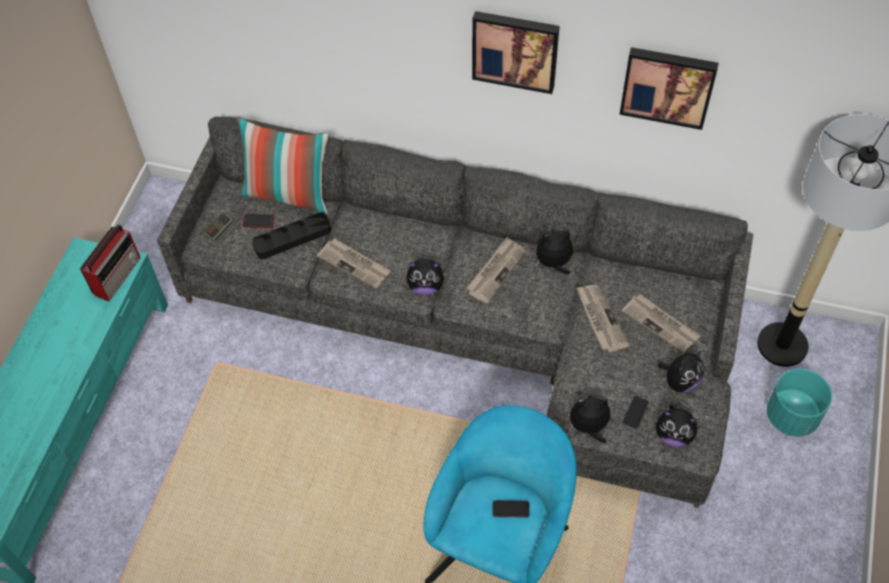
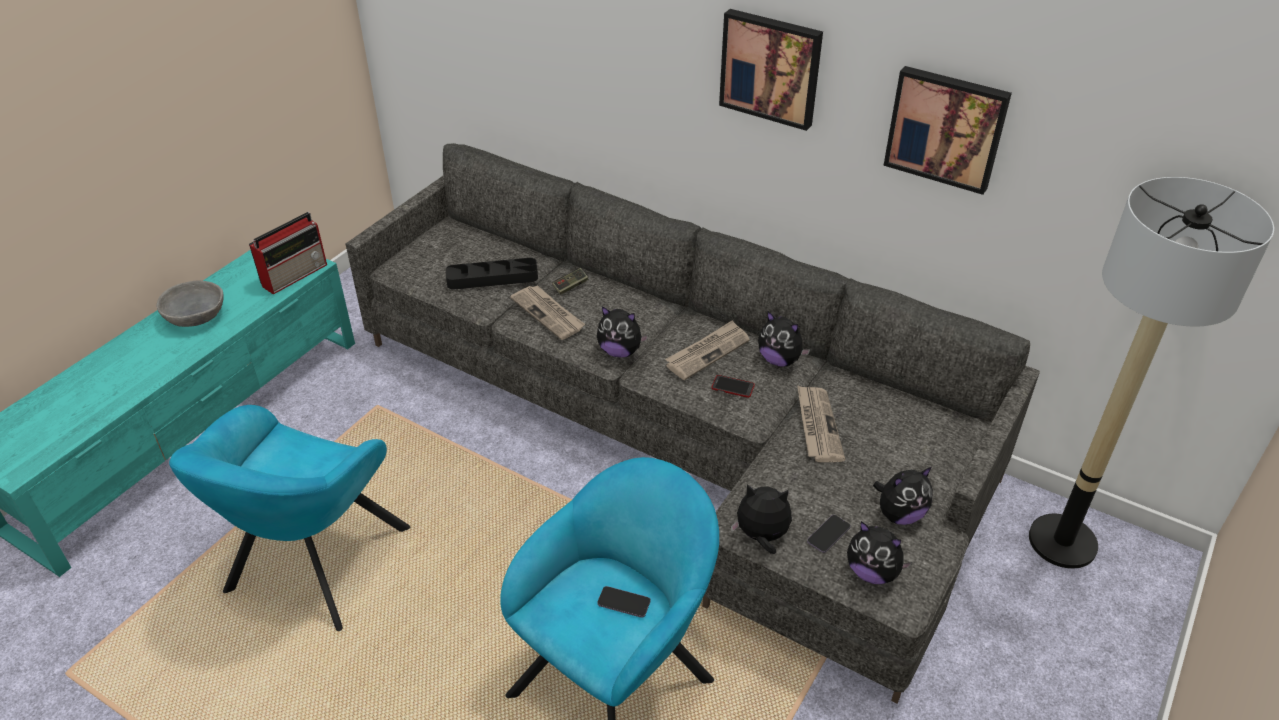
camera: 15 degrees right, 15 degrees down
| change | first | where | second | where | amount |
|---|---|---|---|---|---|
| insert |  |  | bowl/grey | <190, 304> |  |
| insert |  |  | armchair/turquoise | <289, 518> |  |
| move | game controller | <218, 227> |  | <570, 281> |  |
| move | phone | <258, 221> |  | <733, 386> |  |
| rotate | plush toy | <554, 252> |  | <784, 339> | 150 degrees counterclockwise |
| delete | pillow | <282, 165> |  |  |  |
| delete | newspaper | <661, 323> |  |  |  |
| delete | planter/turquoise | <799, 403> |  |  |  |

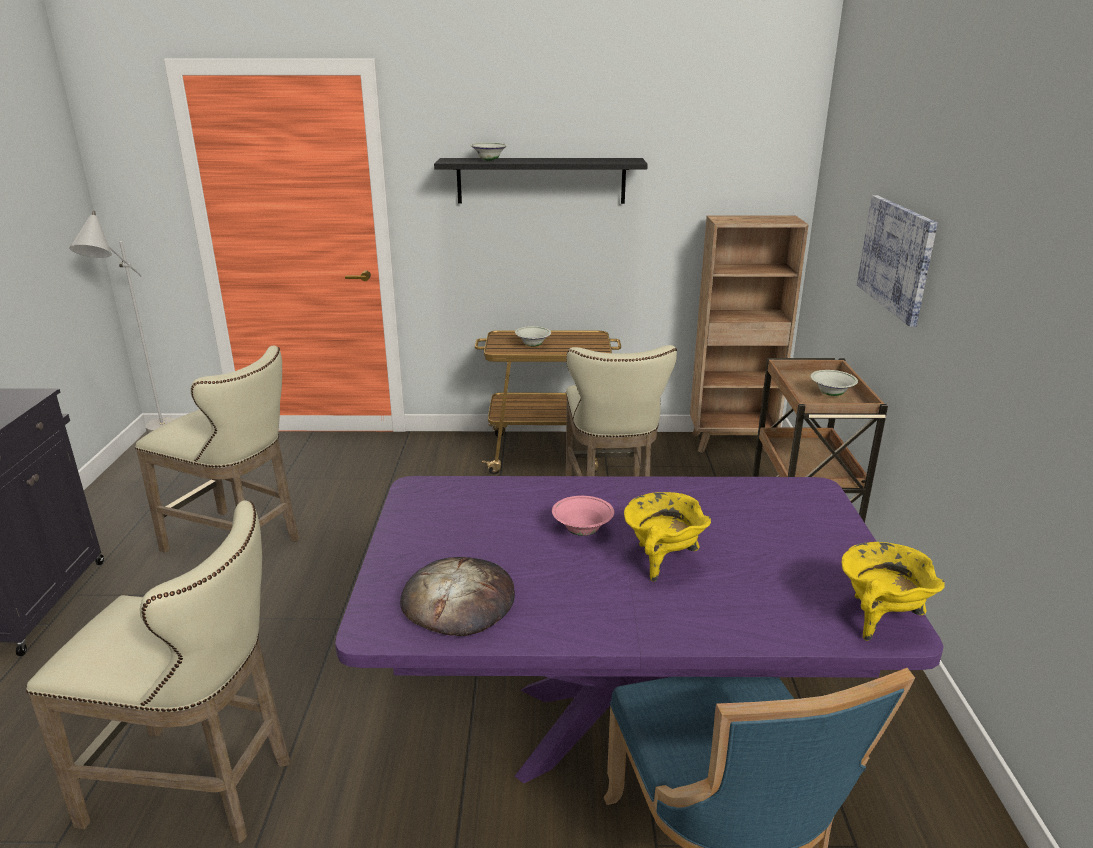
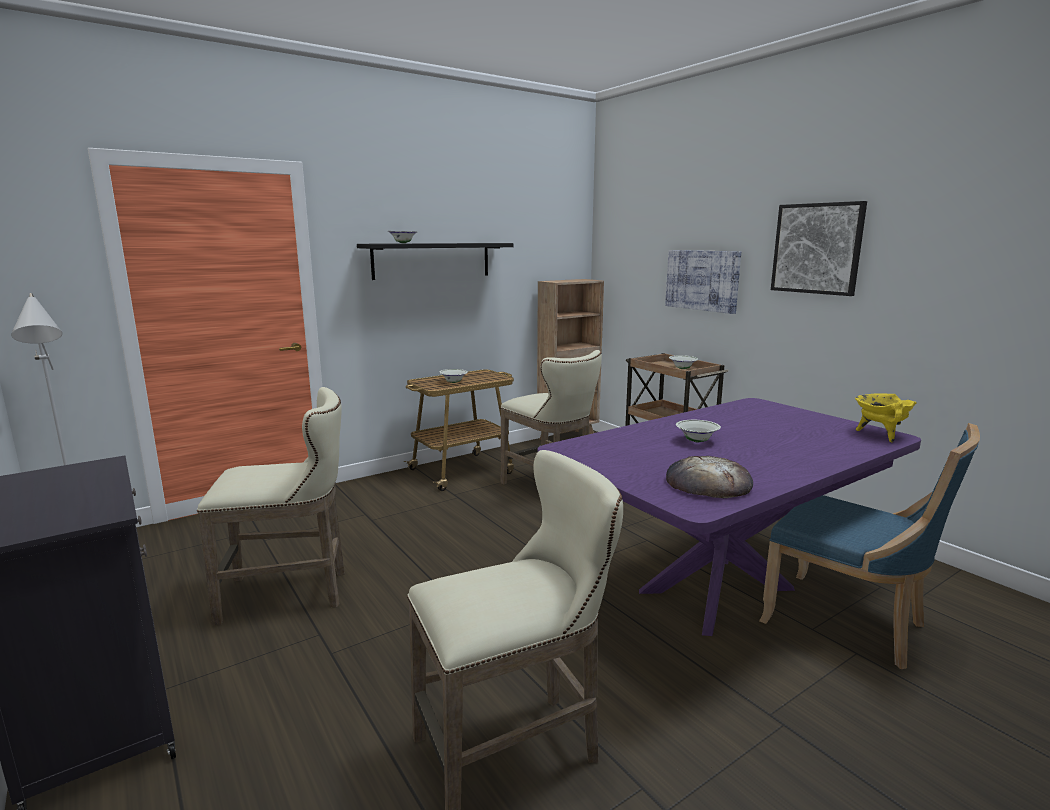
camera: 35 degrees left, 10 degrees down
| change | first | where | second | where | amount |
|---|---|---|---|---|---|
| recolor | bowl/pink | <583, 516> | bowl/white | <698, 431> |  |
| insert |  |  | picture | <819, 248> |  |
| delete | cooking pot/yellow | <667, 537> |  |  |  |

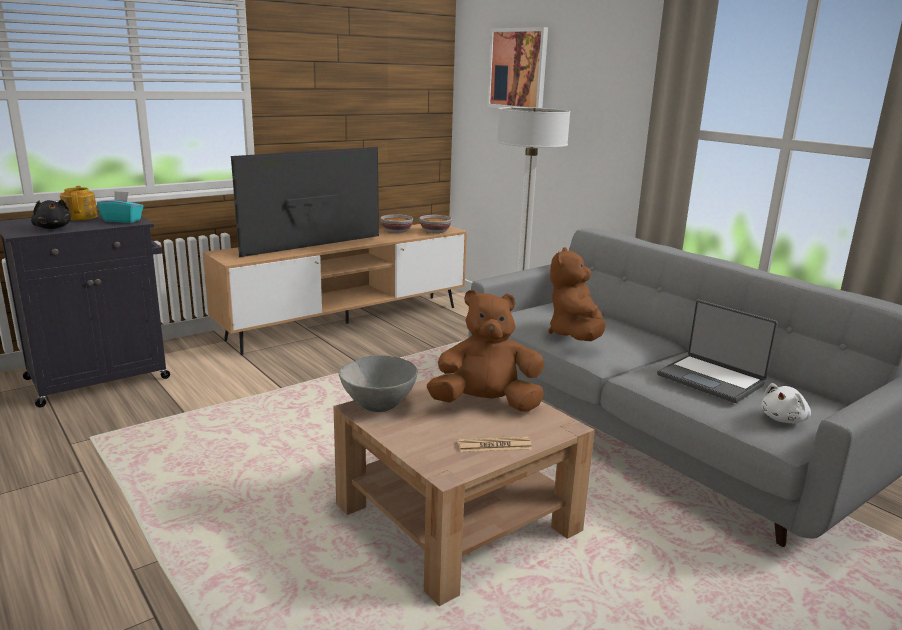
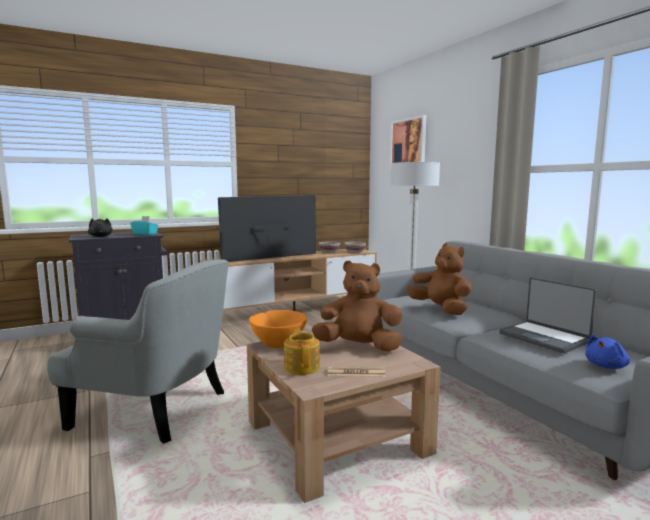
camera: 10 degrees right, 10 degrees down
| change | first | where | second | where | amount |
|---|---|---|---|---|---|
| insert |  |  | armchair/grey | <138, 352> |  |
| recolor | bowl/grey | <378, 383> | bowl/orange | <278, 329> |  |
| move | teapot | <79, 203> |  | <302, 352> |  |
| rotate | plush toy/brown | <577, 294> |  | <439, 279> | 120 degrees clockwise |
| recolor | plush toy/white | <786, 403> | plush toy/blue | <607, 351> |  |

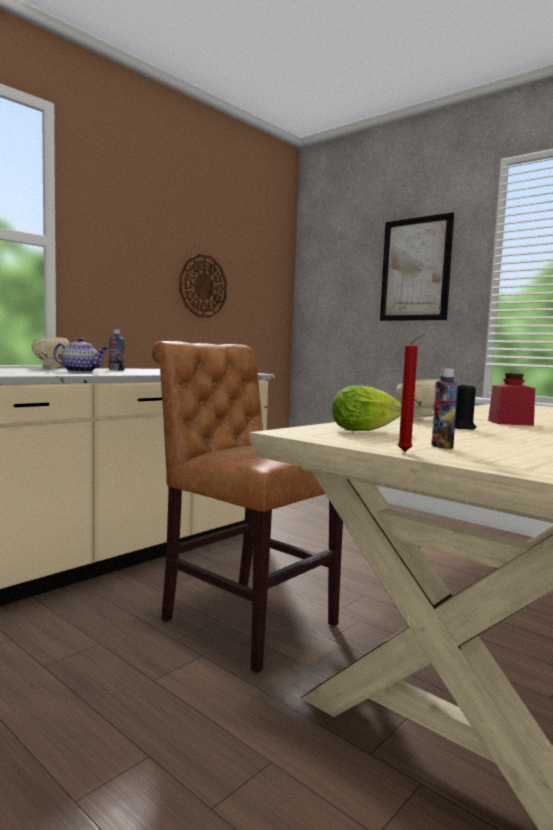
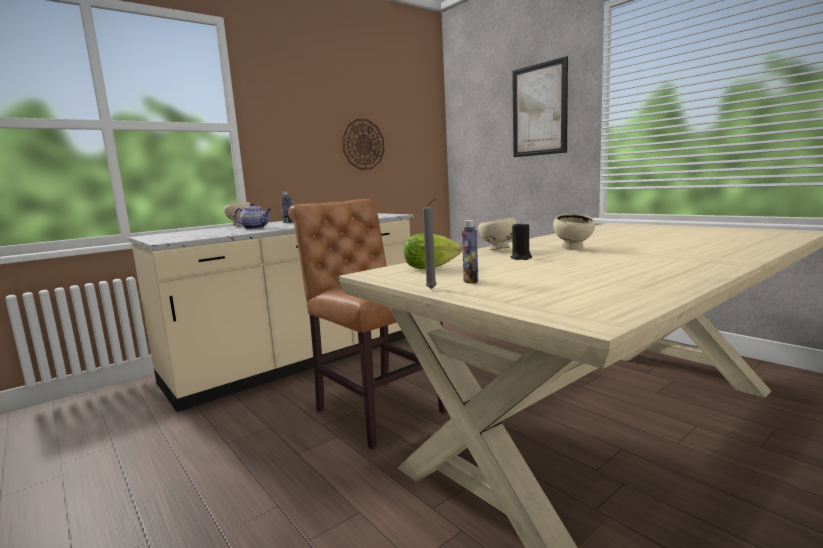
camera: 10 degrees right, 5 degrees up
| change | first | where | second | where | amount |
|---|---|---|---|---|---|
| recolor | candle/red | <411, 393> | candle/grey | <430, 243> |  |
| replace | jar/red | <511, 399> | bowl/beige | <574, 232> |  |

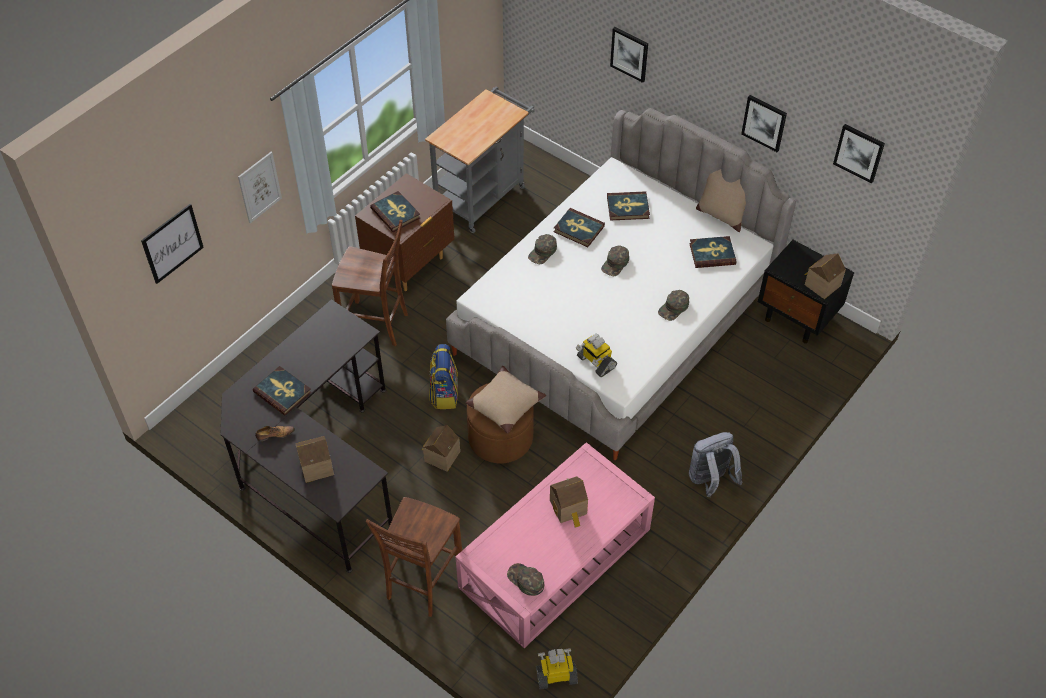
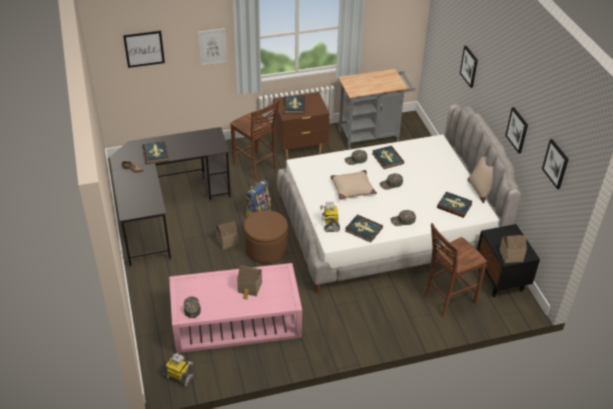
camera: 35 degrees right, 10 degrees down
| change | first | where | second | where | amount |
|---|---|---|---|---|---|
| move | pillow/beige | <506, 400> |  | <353, 185> |  |
| move | book | <628, 206> |  | <364, 228> |  |
| move | chair/brown | <413, 557> |  | <455, 270> |  |
| delete | toy house | <314, 459> |  |  |  |
| delete | backpack/grey | <716, 464> |  |  |  |

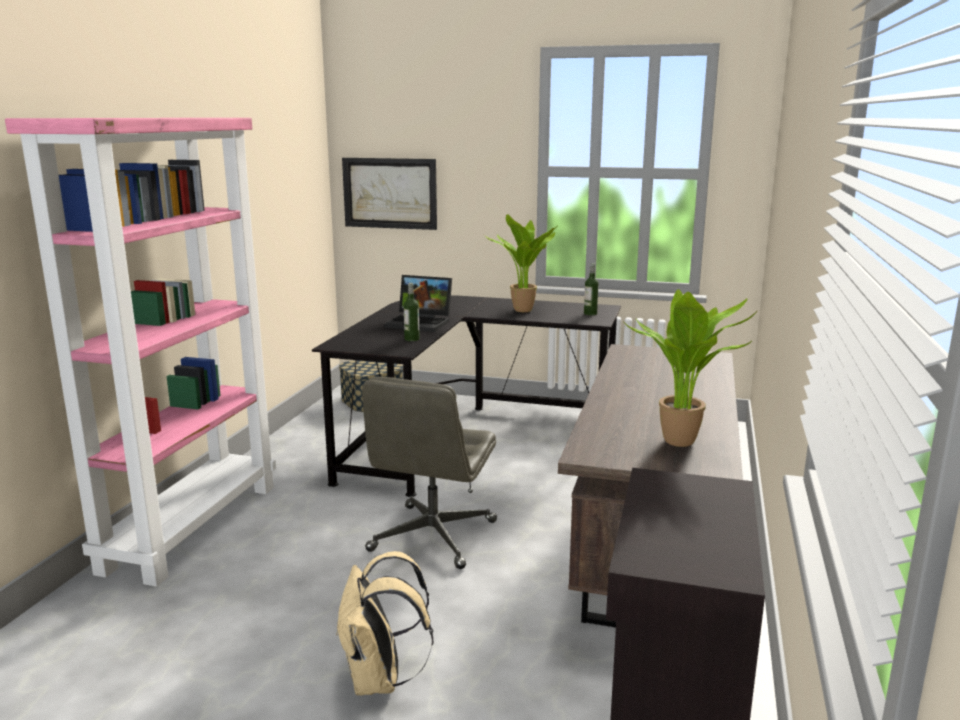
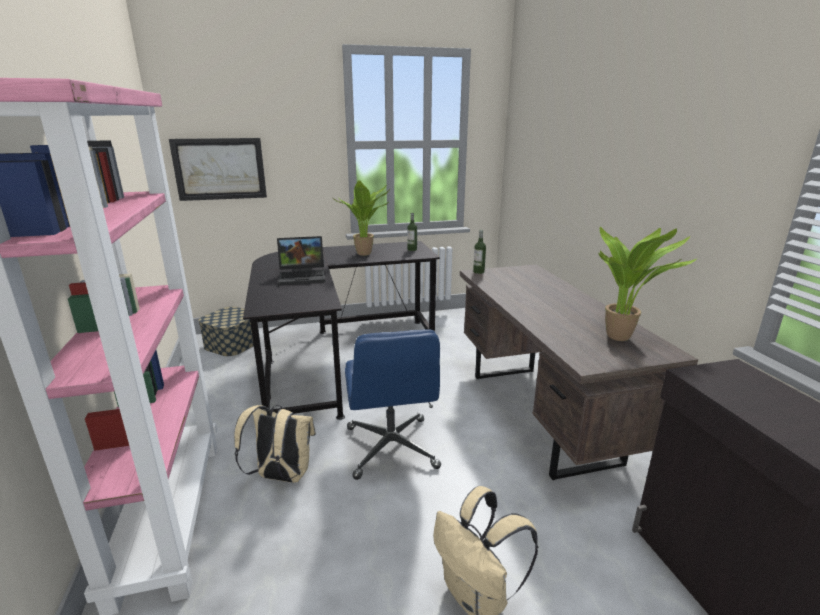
camera: 30 degrees left, 5 degrees up
| change | first | where | second | where | amount |
|---|---|---|---|---|---|
| insert |  |  | backpack/beige | <275, 444> |  |
| recolor | office chair/grey | <429, 473> | office chair/blue | <393, 404> |  |
| move | bottle | <412, 312> |  | <479, 252> |  |

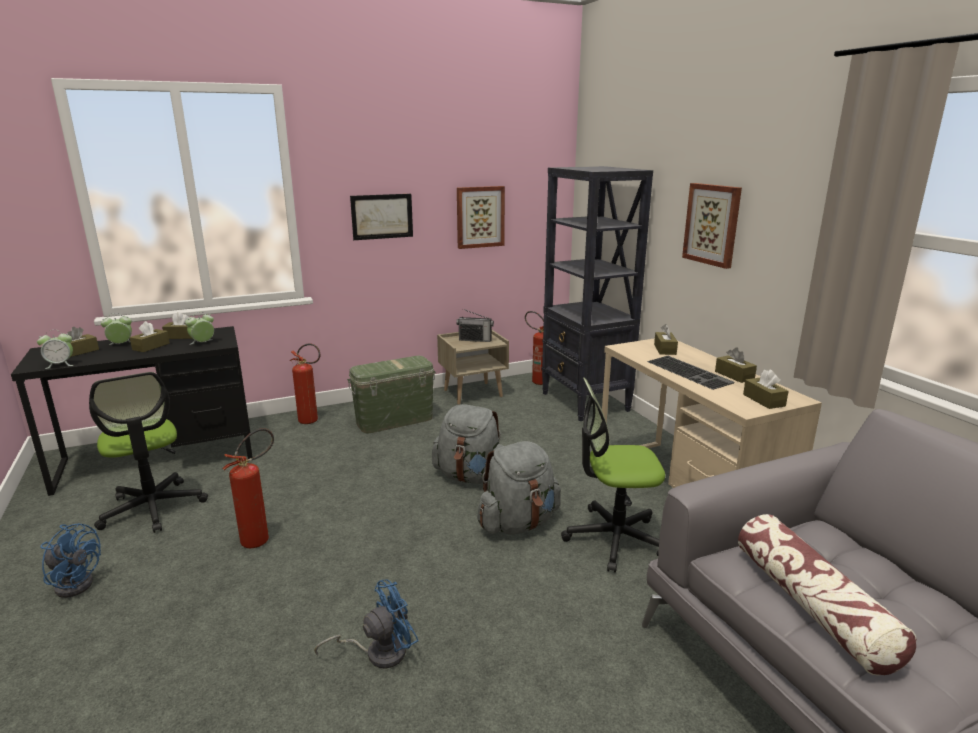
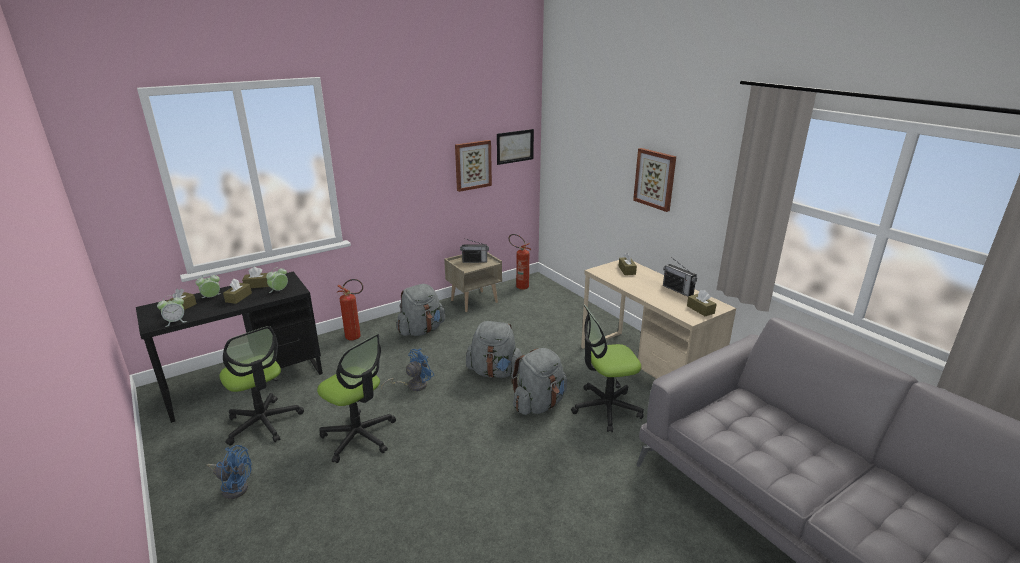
camera: 10 degrees left, 5 degrees up
| change | first | where | second | where | amount |
|---|---|---|---|---|---|
| replace | fire extinguisher | <248, 488> | office chair | <356, 398> |  |
| move | fan/blue | <366, 624> |  | <407, 370> |  |
| replace | storage box/green | <391, 394> | backpack/grey | <421, 310> |  |
| move | picture | <381, 217> |  | <515, 147> |  |
| replace | tissue box/brown | <736, 365> | radio | <680, 277> |  |
| delete | bookcase/black | <597, 293> |  |  |  |
| delete | keyboard | <691, 373> |  |  |  |
| delete | pillow | <827, 594> |  |  |  |

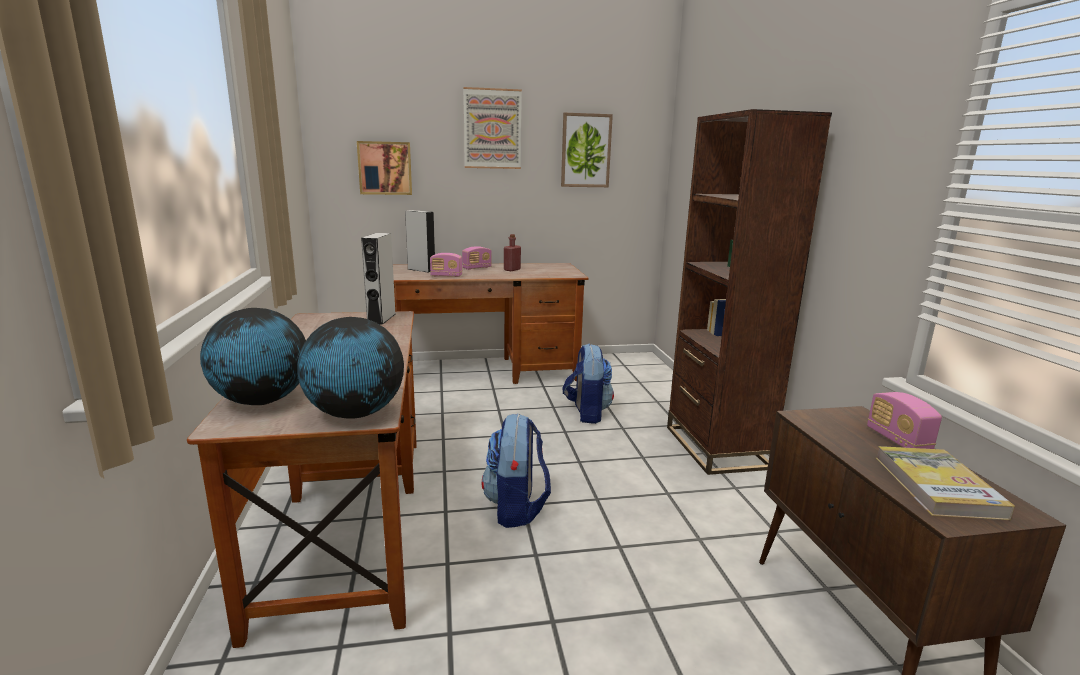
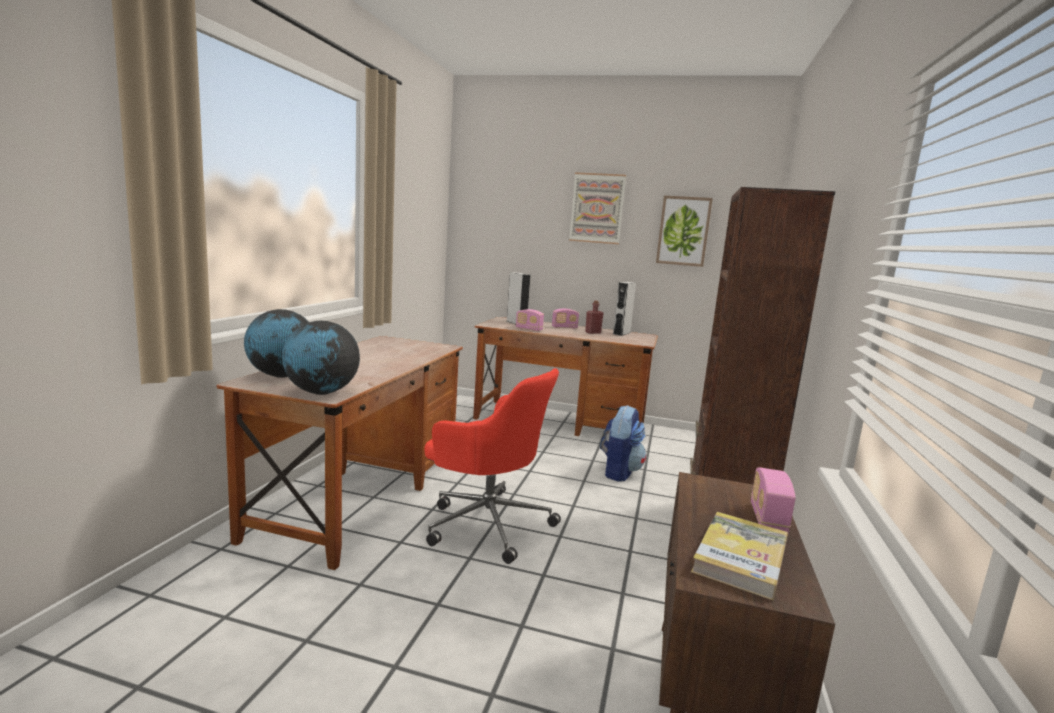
camera: 25 degrees right, 5 degrees down
| change | first | where | second | where | amount |
|---|---|---|---|---|---|
| replace | backpack | <516, 470> | office chair/red | <493, 466> |  |
| move | speaker/grey | <378, 279> |  | <624, 309> |  |
| delete | picture | <384, 168> |  |  |  |

